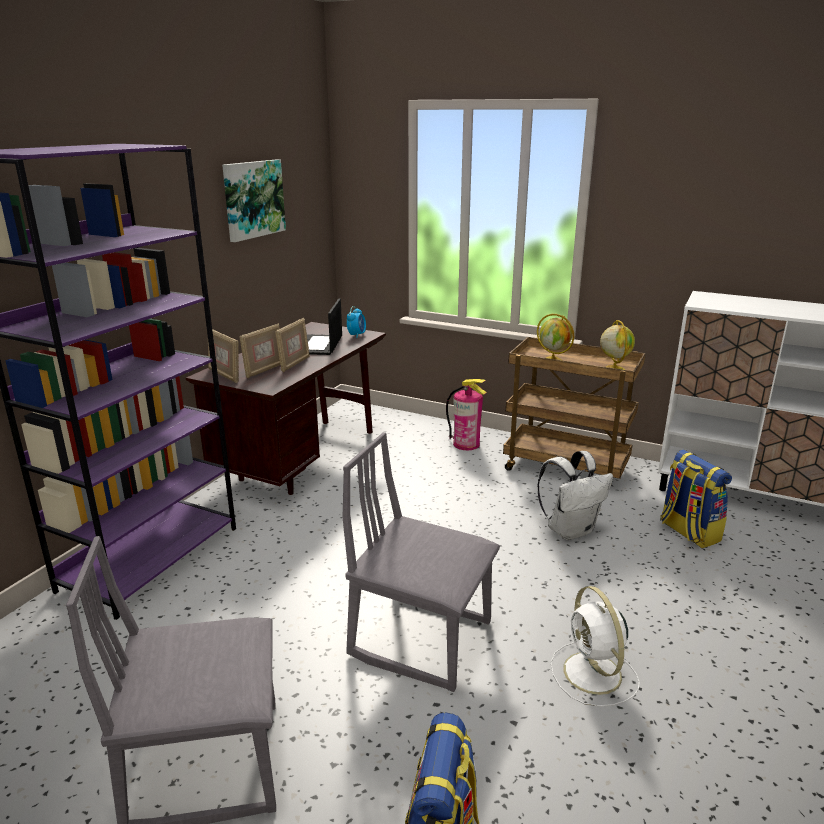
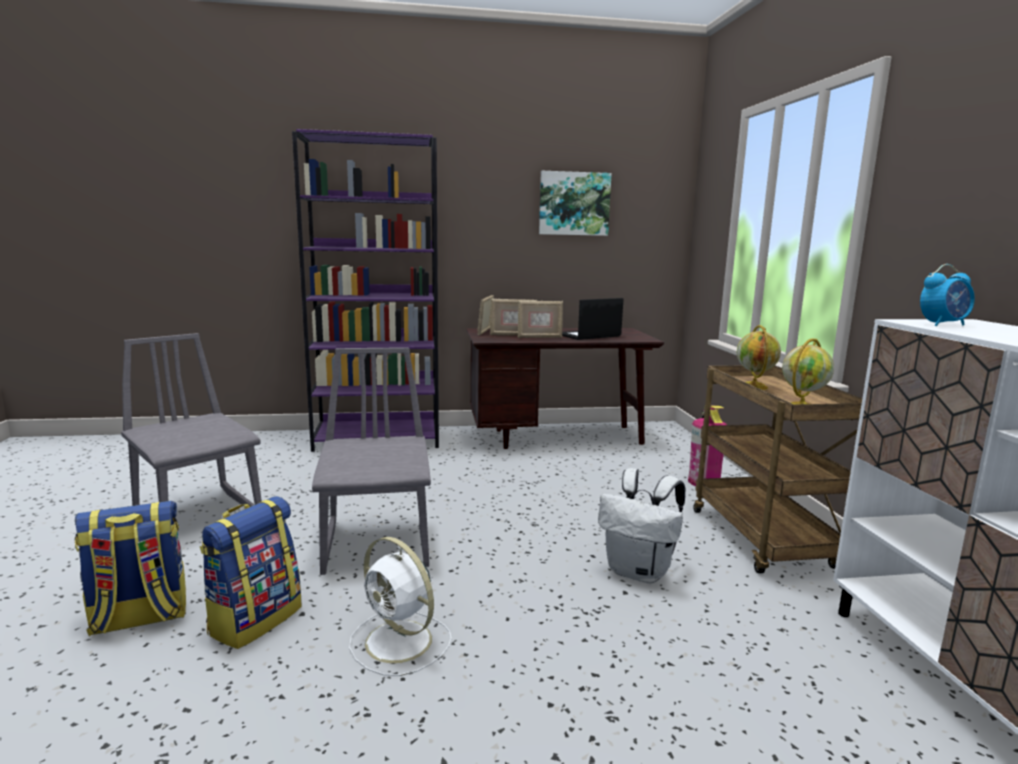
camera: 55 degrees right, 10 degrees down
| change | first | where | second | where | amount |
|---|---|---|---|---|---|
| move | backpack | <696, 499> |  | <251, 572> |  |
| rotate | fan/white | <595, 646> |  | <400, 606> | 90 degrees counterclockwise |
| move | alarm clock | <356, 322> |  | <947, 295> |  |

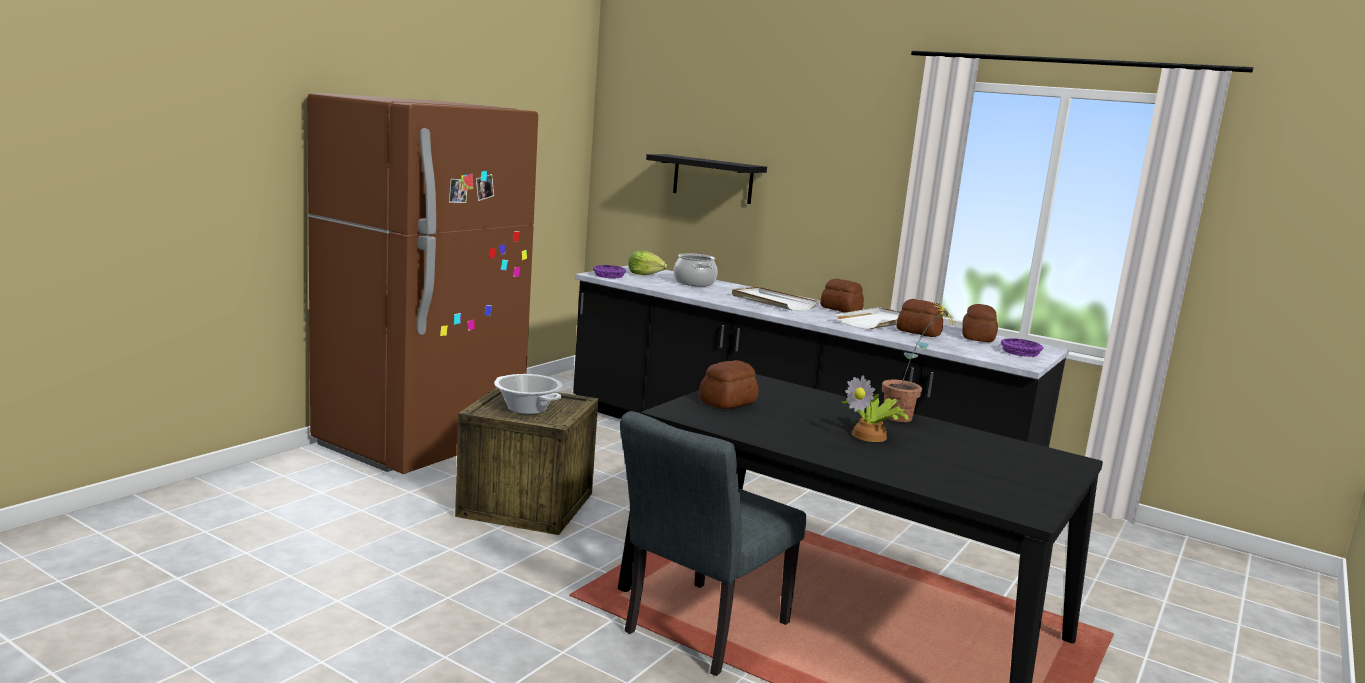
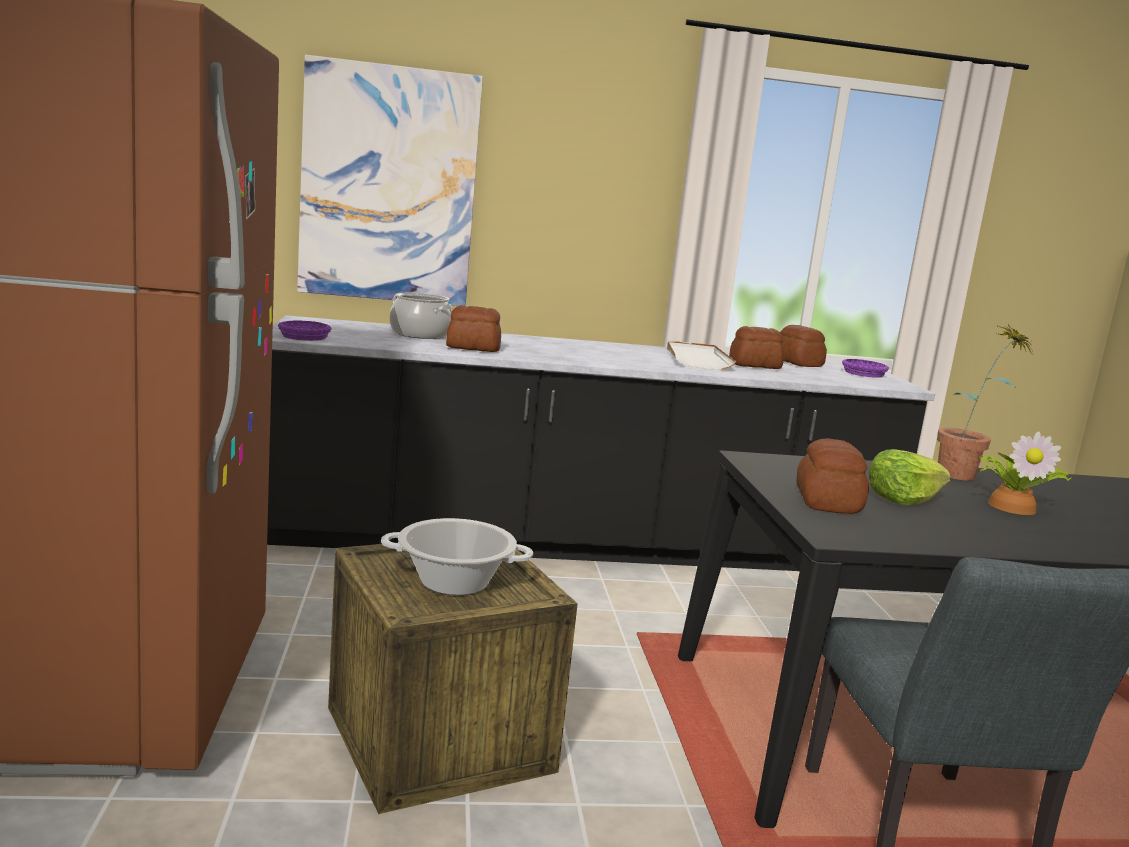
camera: 40 degrees left, 0 degrees up
| change | first | where | second | where | amount |
|---|---|---|---|---|---|
| replace | shelf/black | <706, 179> | picture | <390, 180> |  |
| move | bread | <842, 296> |  | <473, 328> |  |
| move | lettuce | <647, 263> |  | <910, 477> |  |
| delete | tray/white | <775, 299> |  |  |  |

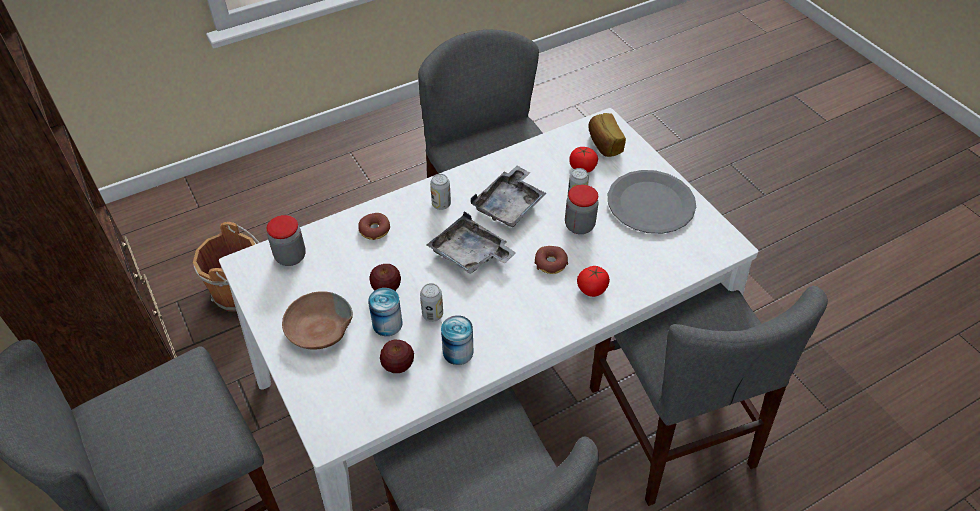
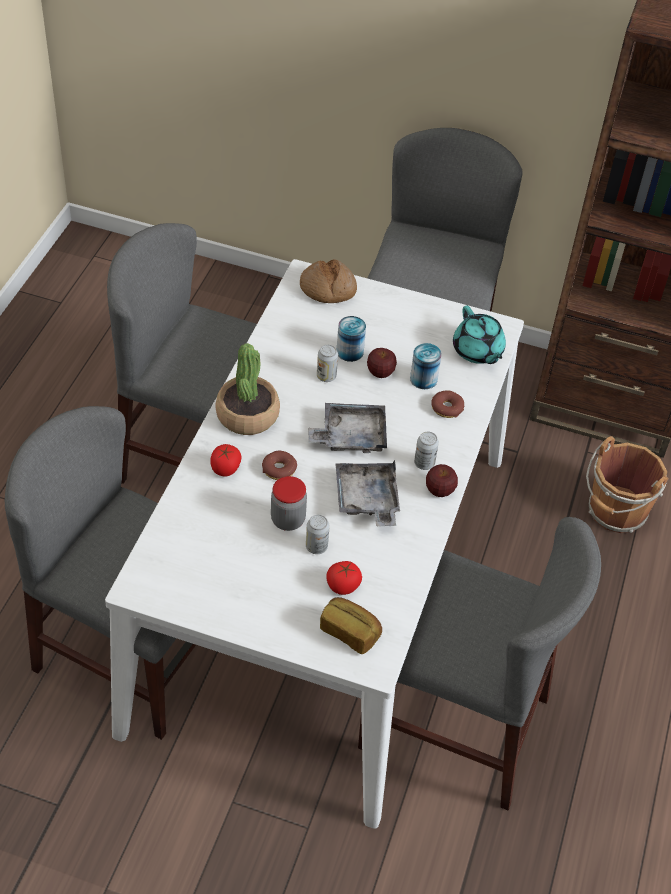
camera: 135 degrees right, 0 degrees up
| change | first | where | second | where | amount |
|---|---|---|---|---|---|
| insert |  |  | potted plant | <247, 389> |  |
| insert |  |  | bread | <328, 281> |  |
| move | can | <457, 340> |  | <426, 366> |  |
| move | apple | <397, 356> |  | <442, 480> |  |
| replace | jar | <286, 240> | teapot/turquoise | <479, 335> |  |
| delete | bowl/brown | <317, 320> |  |  |  |
| delete | plate/grey | <652, 202> |  |  |  |

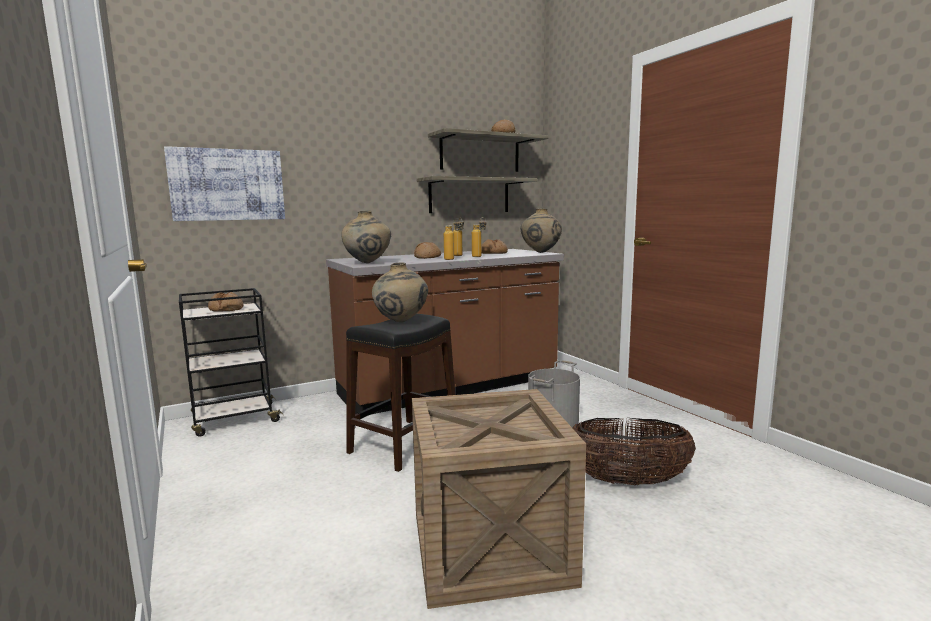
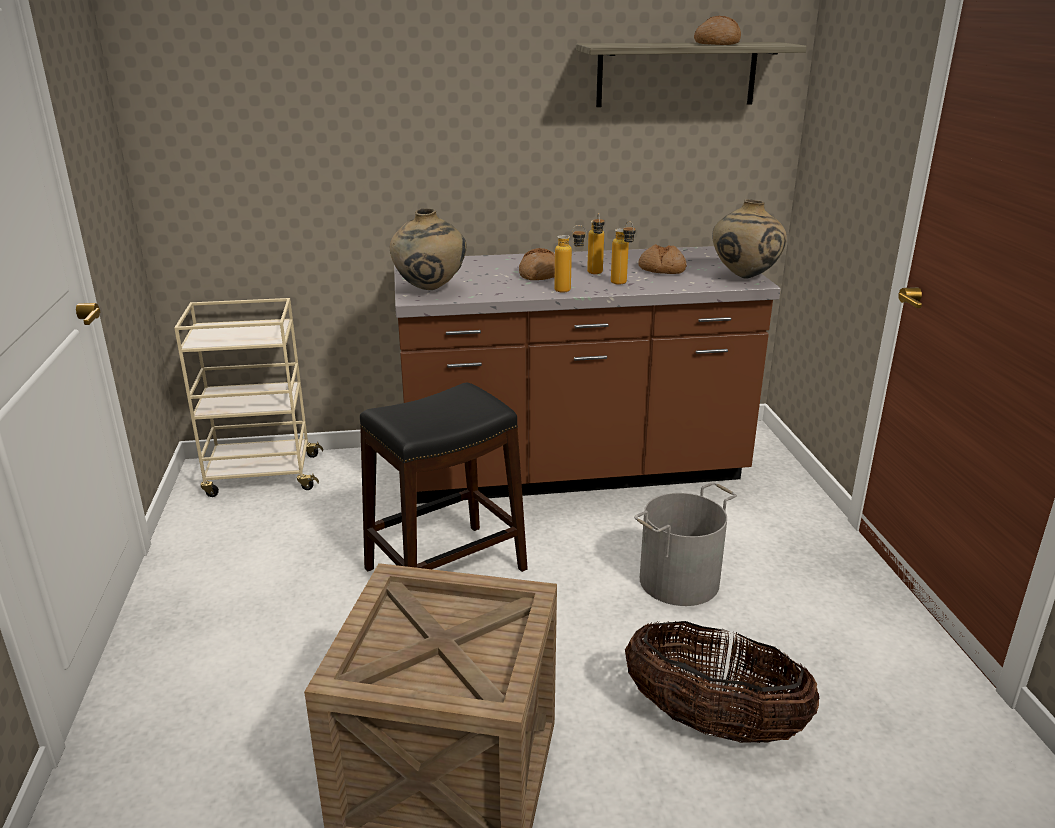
camera: 20 degrees right, 15 degrees up
| change | first | where | second | where | amount |
|---|---|---|---|---|---|
| recolor | cart/black | <231, 362> | cart/beige | <248, 397> |  |
| delete | picture | <224, 183> |  |  |  |
| delete | bread | <225, 302> |  |  |  |
| delete | vase/beige | <400, 293> |  |  |  |
| delete | shelf | <477, 194> |  |  |  |

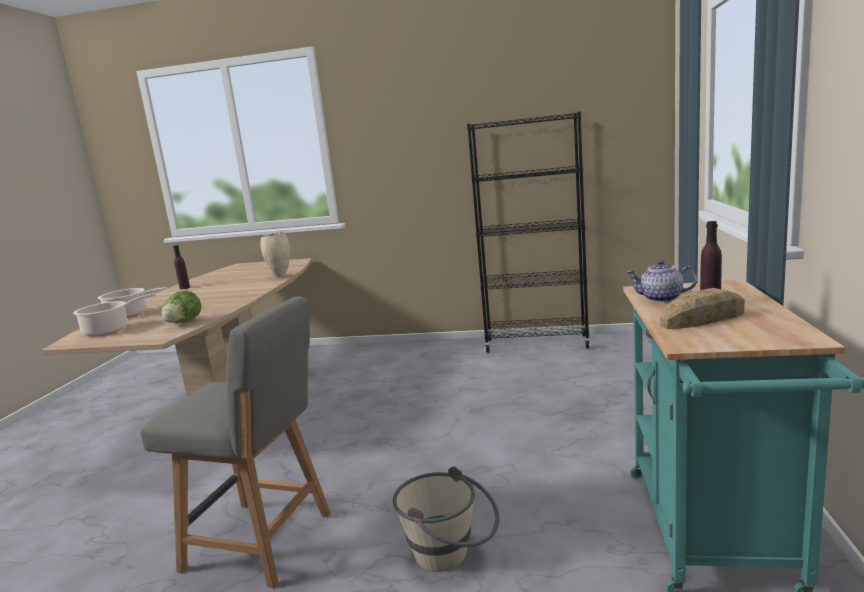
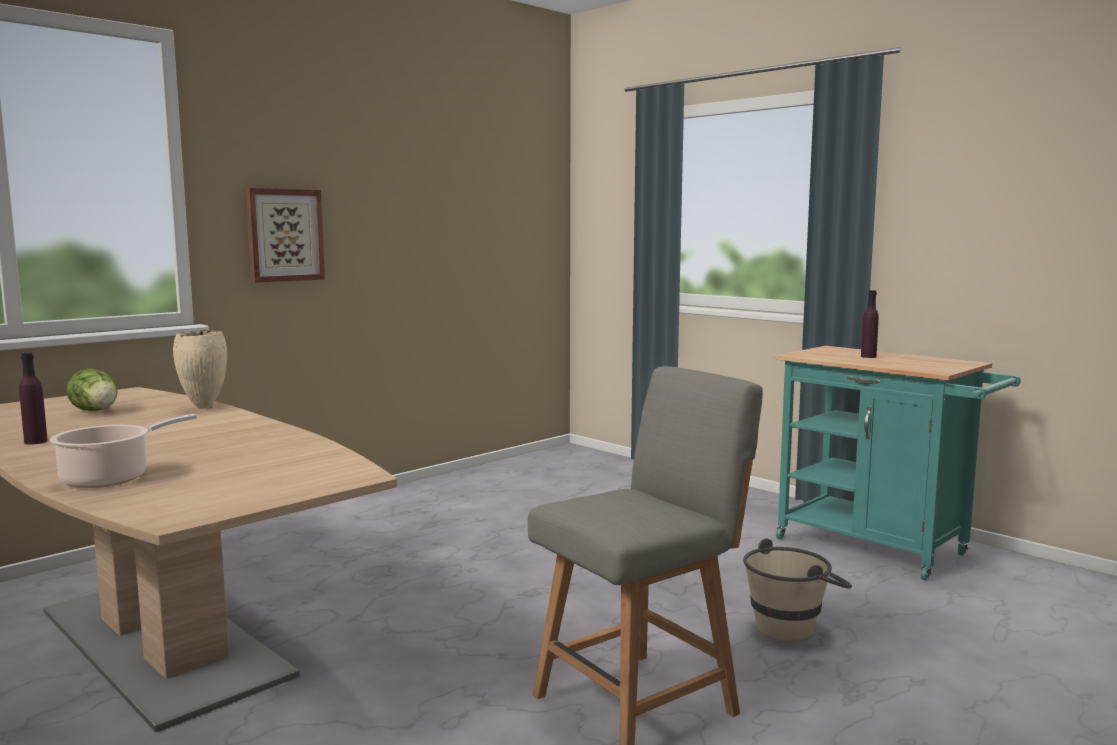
camera: 55 degrees left, 5 degrees down
| change | first | where | second | where | amount |
|---|---|---|---|---|---|
| move | lettuce | <181, 306> |  | <92, 390> |  |
| insert |  |  | picture | <285, 235> |  |
| delete | cooking pot | <114, 314> |  |  |  |
| delete | bookcase/black | <528, 232> |  |  |  |
| delete | teapot | <661, 281> |  |  |  |
| delete | bread | <702, 308> |  |  |  |

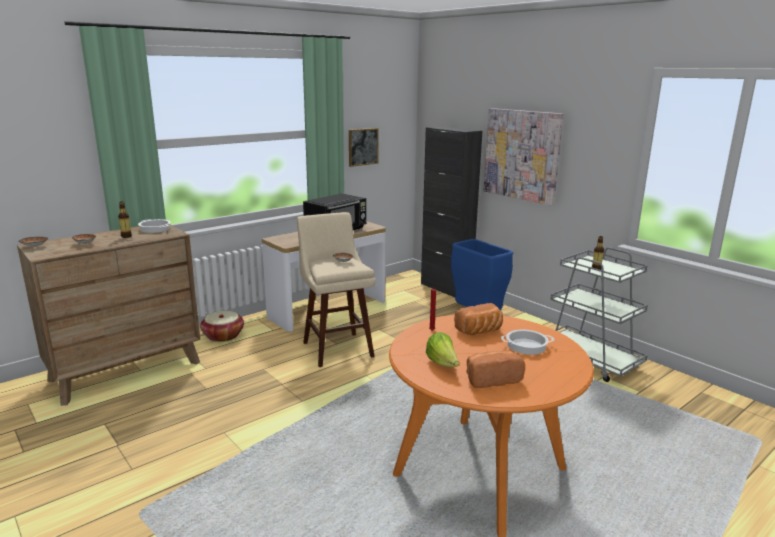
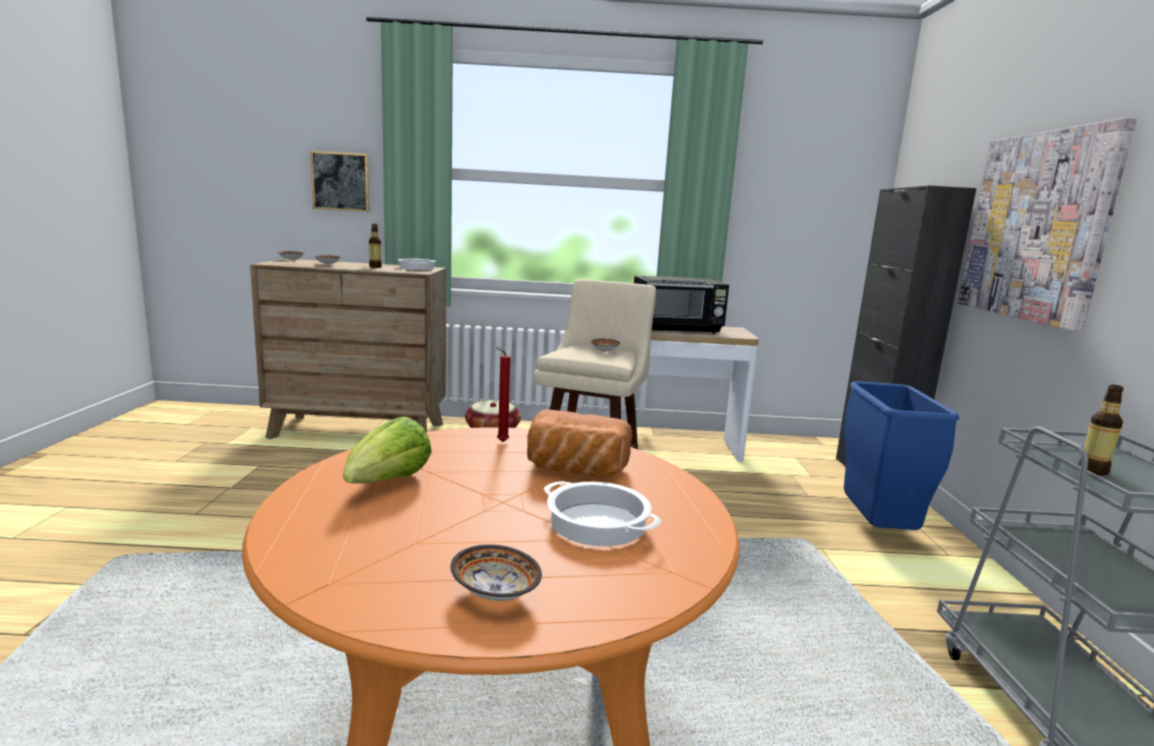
camera: 40 degrees right, 5 degrees down
| change | first | where | second | where | amount |
|---|---|---|---|---|---|
| move | picture | <364, 147> |  | <339, 181> |  |
| insert |  |  | bowl | <496, 572> |  |
| delete | bread | <495, 369> |  |  |  |

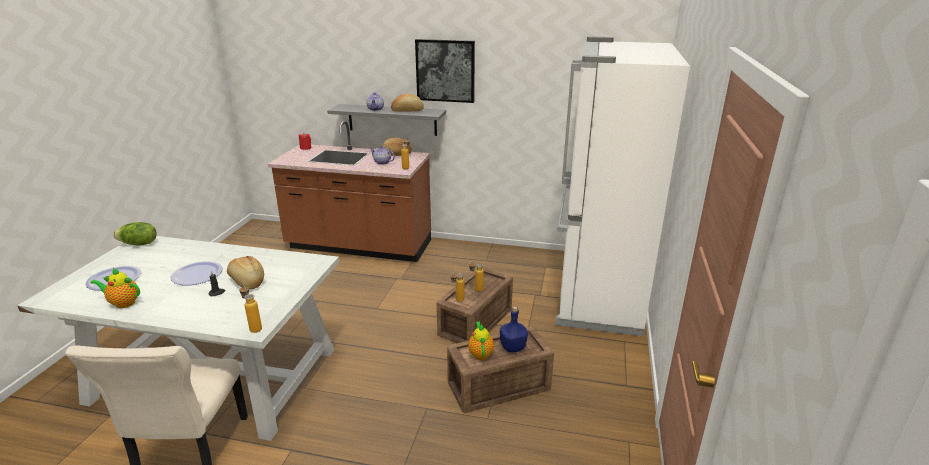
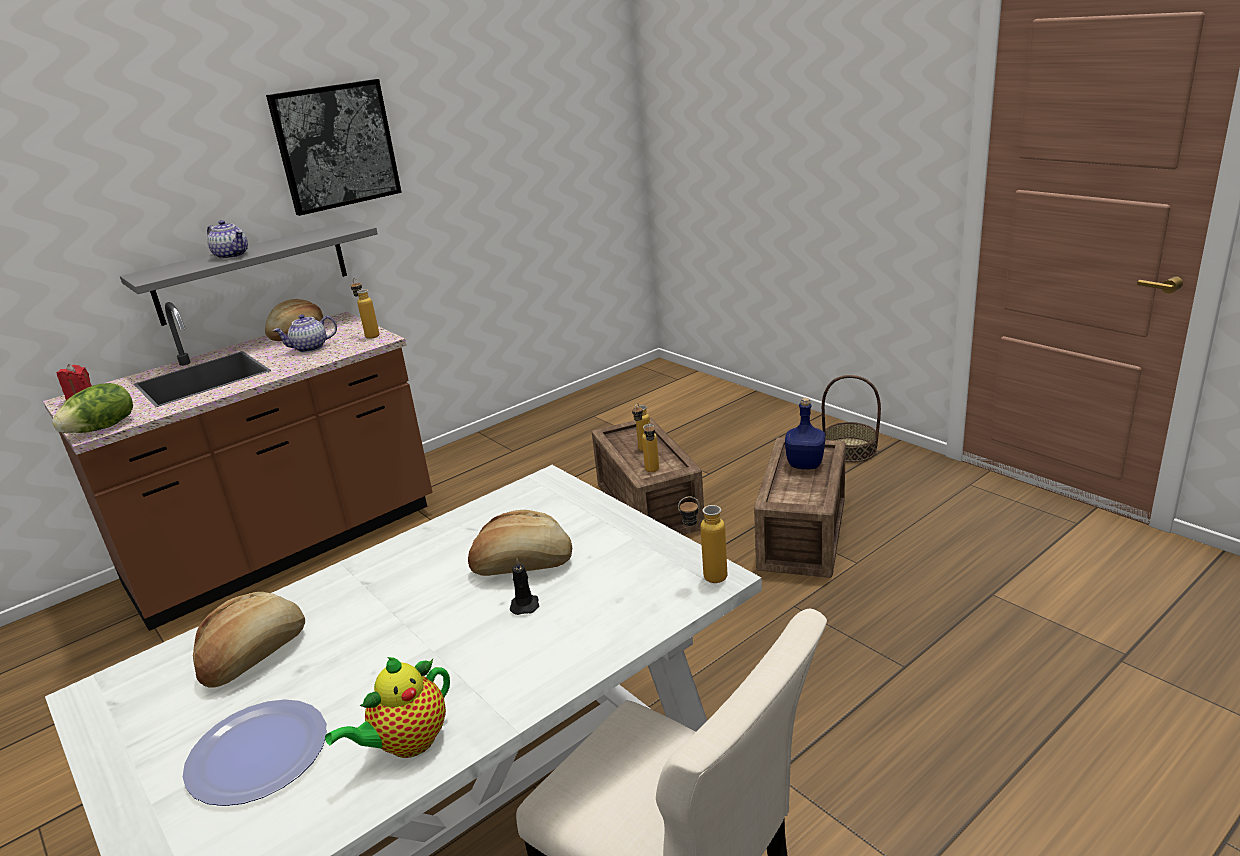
camera: 50 degrees left, 0 degrees up
| change | first | where | second | where | amount |
|---|---|---|---|---|---|
| move | lettuce | <135, 234> |  | <92, 408> |  |
| move | bread | <407, 103> |  | <249, 640> |  |
| insert |  |  | basket | <851, 418> |  |
| delete | plate | <196, 273> |  |  |  |
| delete | teapot | <481, 341> |  |  |  |
| delete | fridge/white | <622, 186> |  |  |  |

